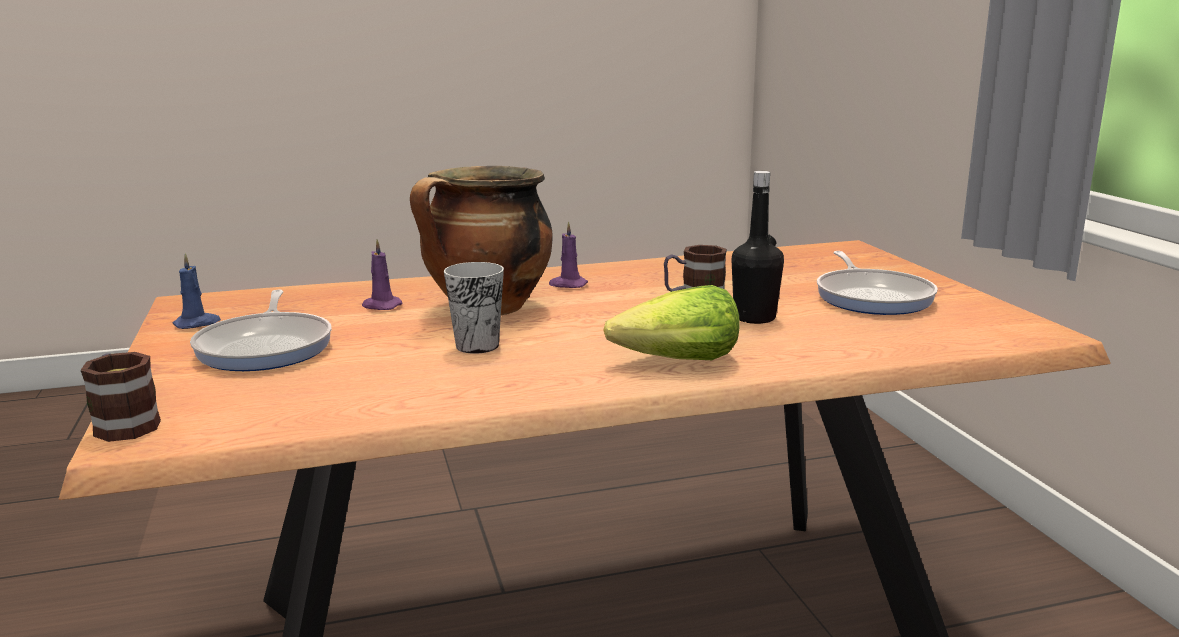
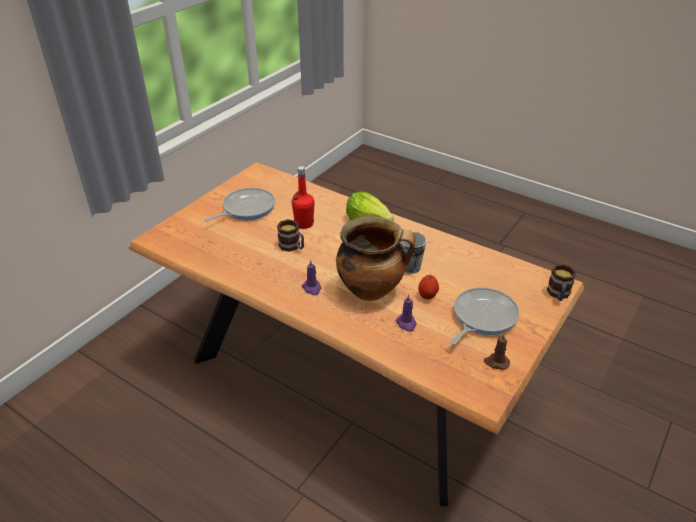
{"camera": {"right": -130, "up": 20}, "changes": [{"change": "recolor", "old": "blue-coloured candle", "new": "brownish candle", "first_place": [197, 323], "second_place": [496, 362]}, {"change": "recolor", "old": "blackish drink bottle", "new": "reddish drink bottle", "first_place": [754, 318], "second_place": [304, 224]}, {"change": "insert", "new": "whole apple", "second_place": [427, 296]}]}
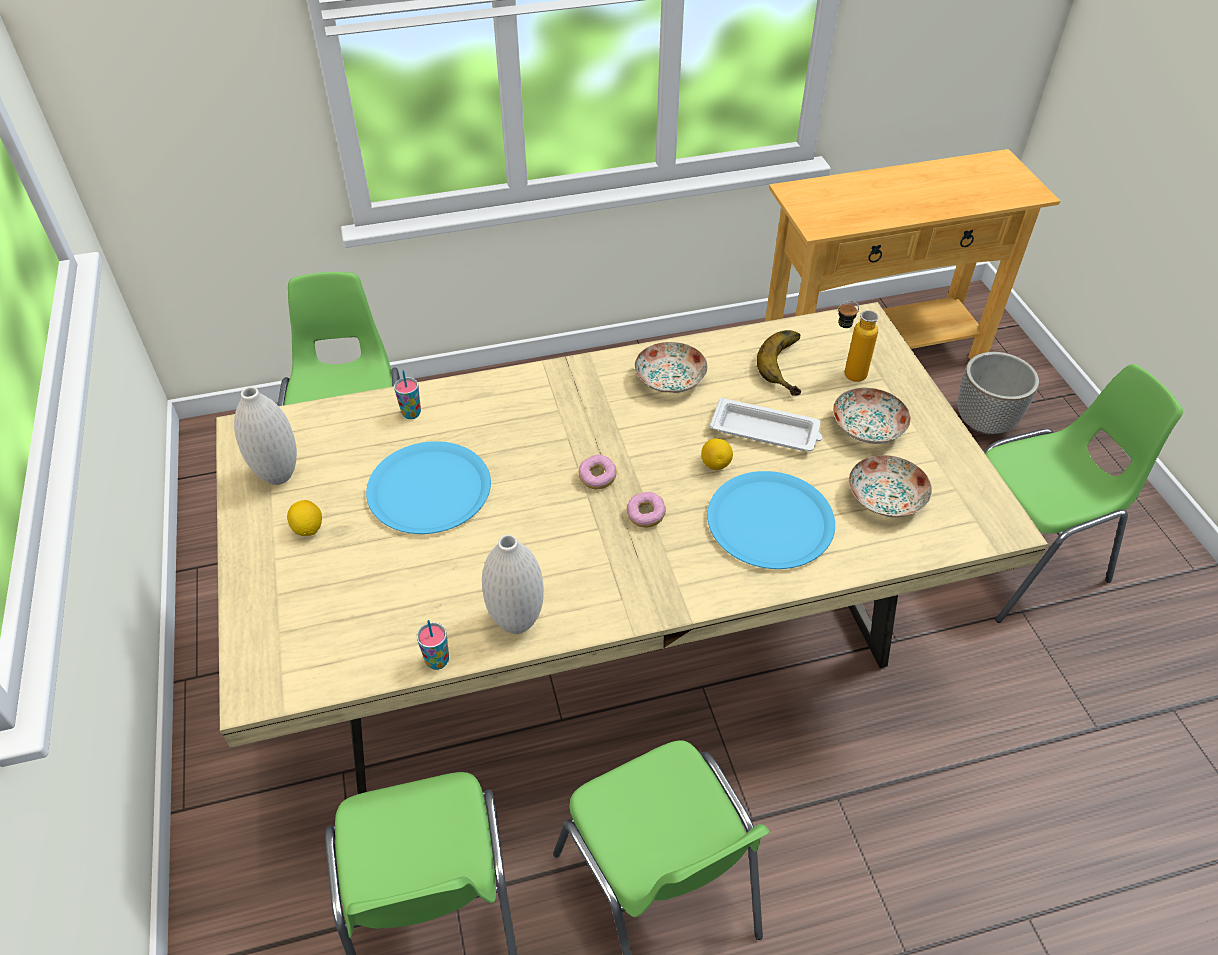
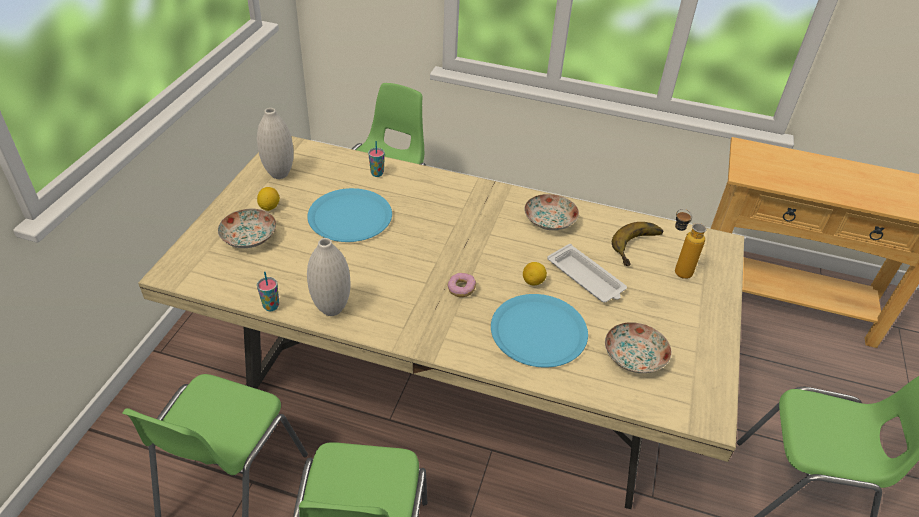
{"camera": {"right": 30, "up": -5}, "changes": [{"change": "delete", "old": "donut", "first_place": [597, 478]}, {"change": "move", "old": "dinner plate", "first_place": [869, 427], "second_place": [249, 238]}, {"change": "delete", "old": "flower pot", "first_place": [985, 422]}]}
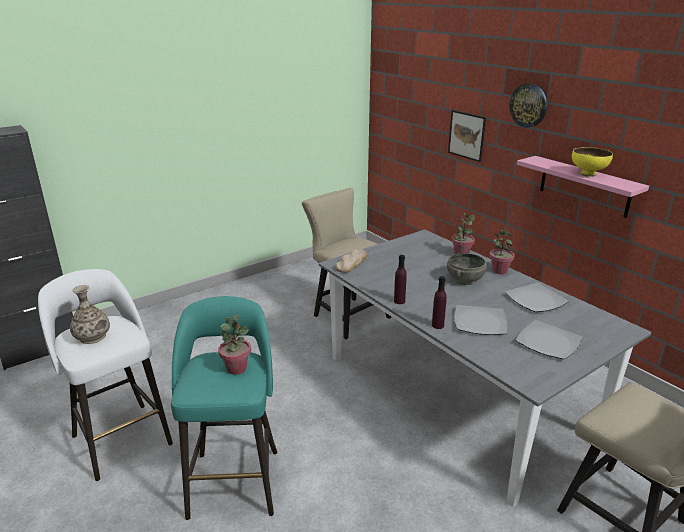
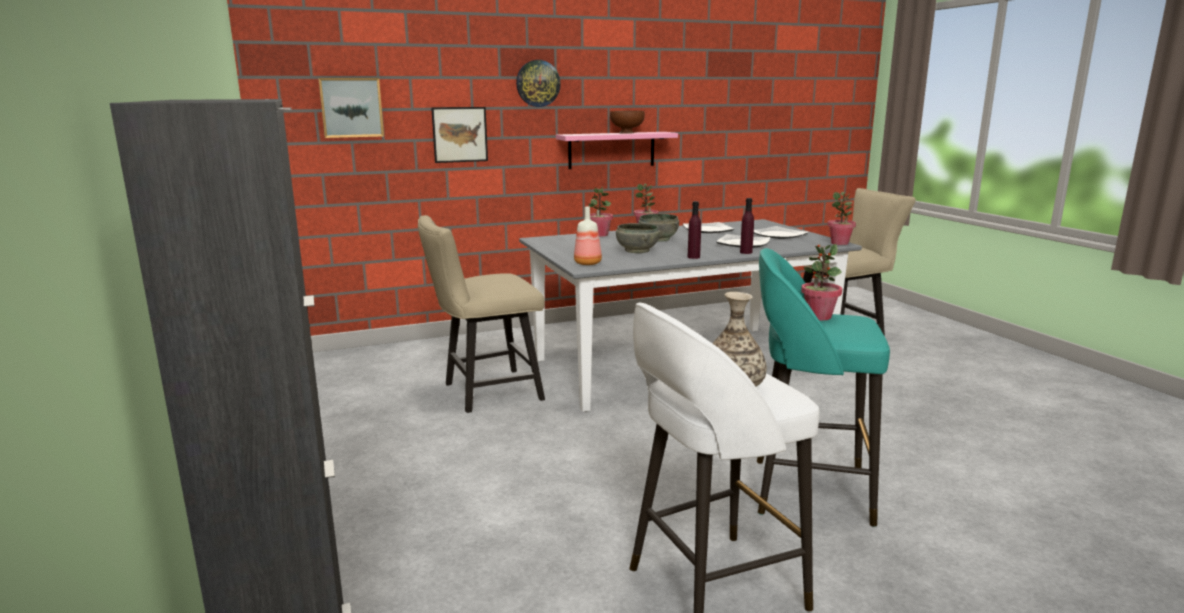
{"camera": {"right": -75, "up": -10}, "changes": [{"change": "replace", "old": "baked bread", "new": "drink bottle", "first_place": [351, 263], "second_place": [588, 263]}, {"change": "recolor", "old": "yellow-coloured deep dish", "new": "brownish deep dish", "first_place": [588, 174], "second_place": [627, 133]}, {"change": "insert", "new": "wall picture", "second_place": [351, 107]}, {"change": "insert", "new": "gray deep dish", "second_place": [636, 250]}, {"change": "insert", "new": "plant in a pot", "second_place": [839, 243]}]}
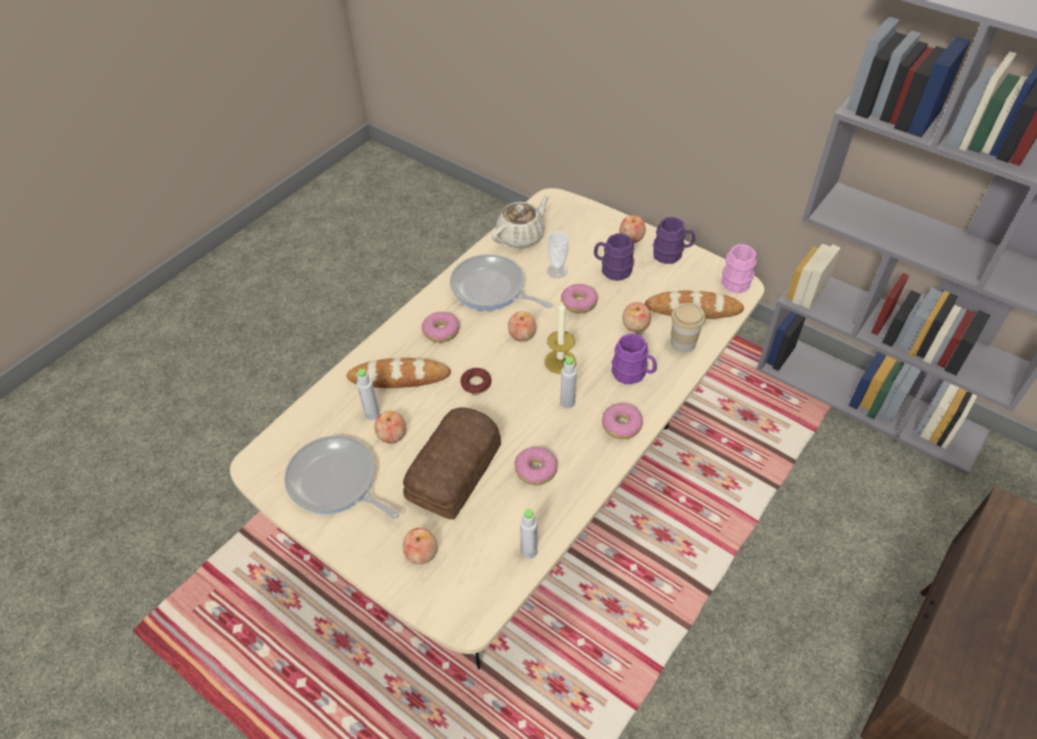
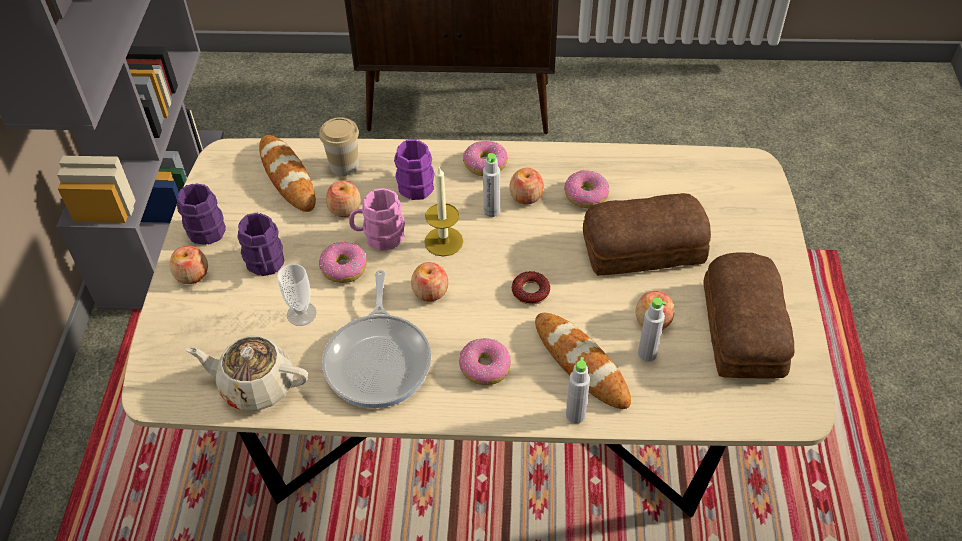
{"camera": {"right": -125, "up": 0}, "changes": [{"change": "replace", "old": "pan", "new": "baked bread", "first_place": [336, 483], "second_place": [744, 328]}, {"change": "move", "old": "whole apple", "first_place": [421, 553], "second_place": [526, 196]}, {"change": "move", "old": "gray drink bottle", "first_place": [529, 551], "second_place": [575, 415]}, {"change": "move", "old": "pinkish tea mug", "first_place": [737, 279], "second_place": [379, 237]}]}
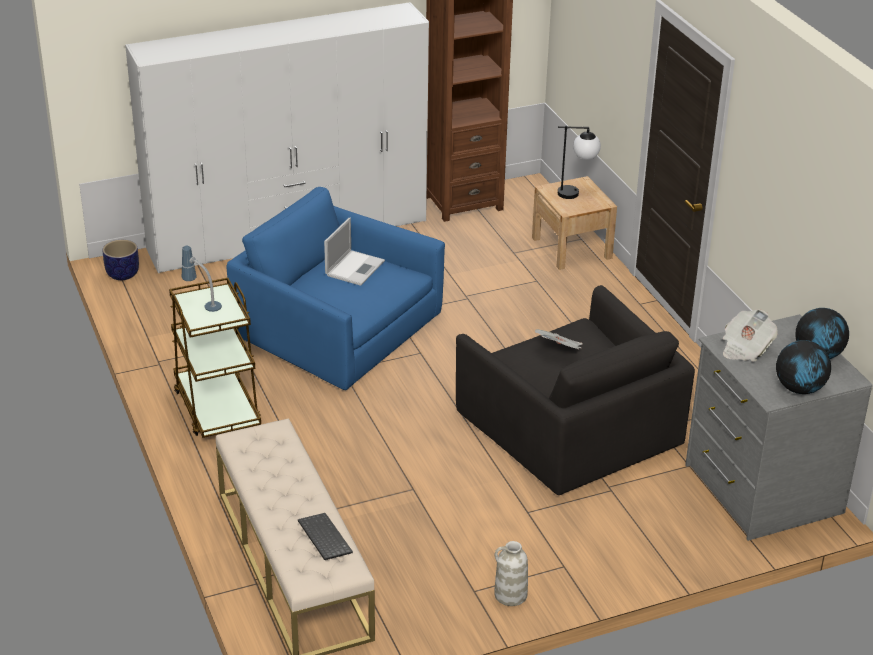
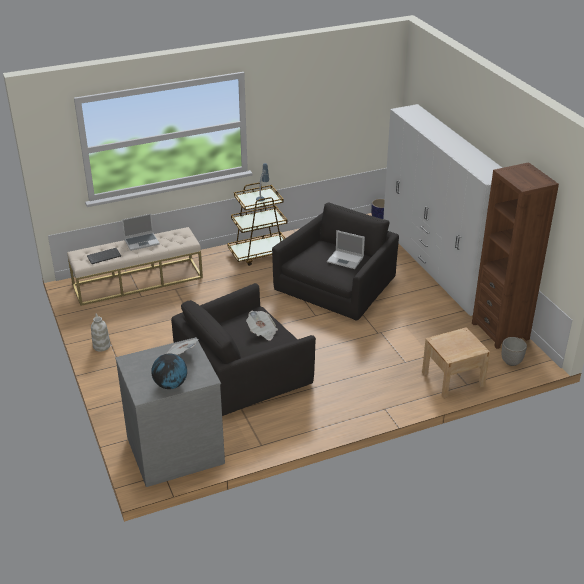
{"camera": {"right": 90, "up": 0}, "changes": [{"change": "recolor", "old": "blue-coloured lounge chair", "new": "blackish lounge chair", "first_place": [336, 328], "second_place": [337, 286]}, {"change": "delete", "old": "tabletop lamp", "first_place": [577, 193]}, {"change": "delete", "old": "desk globe", "first_place": [799, 388]}, {"change": "insert", "new": "notebook computer", "second_place": [142, 242]}, {"change": "insert", "new": "flower pot", "second_place": [511, 362]}]}
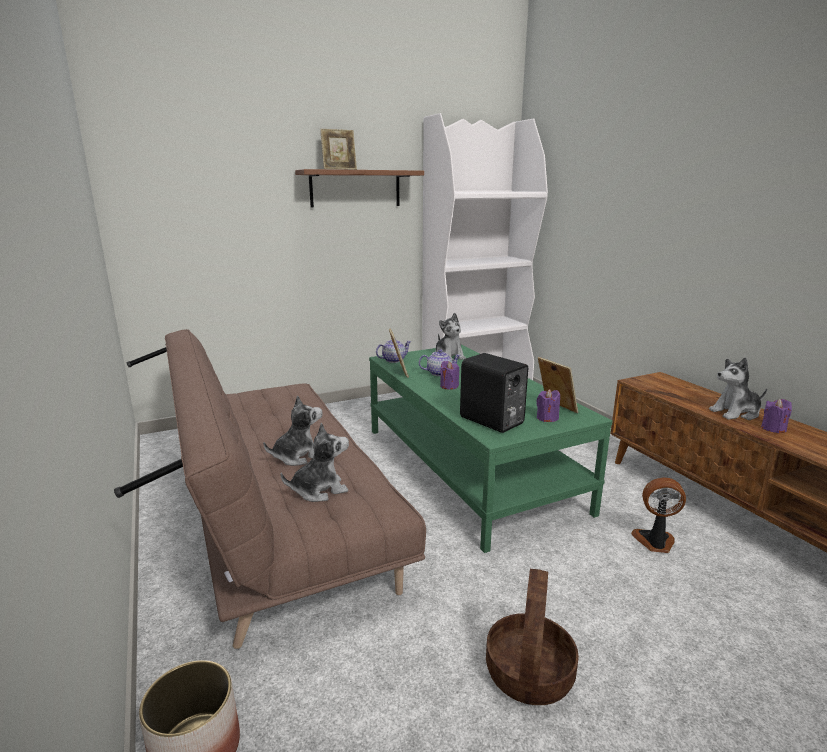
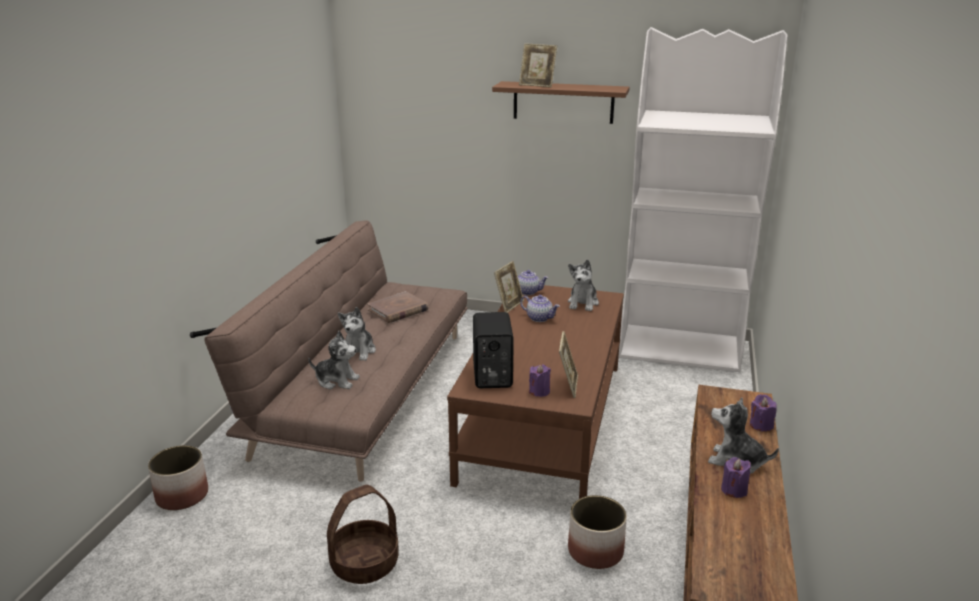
{"camera": {"right": 40, "up": 5}, "changes": [{"change": "rotate", "old": "soft toy", "first_place": [297, 456], "second_place": [359, 352], "degrees": 90}, {"change": "recolor", "old": "green coffee table", "new": "brownish coffee table", "first_place": [468, 467], "second_place": [544, 420]}, {"change": "move", "old": "purple-coloured candle", "first_place": [449, 386], "second_place": [761, 425]}, {"change": "replace", "old": "cooling fan", "new": "flower pot", "first_place": [655, 542], "second_place": [595, 551]}, {"change": "insert", "new": "brownish volume", "second_place": [398, 310]}]}
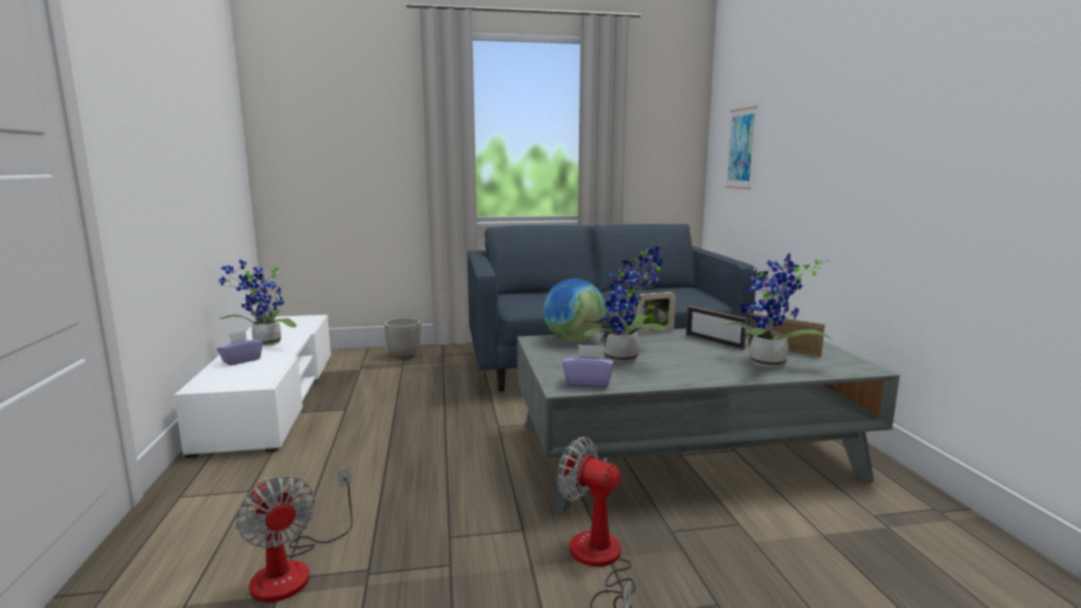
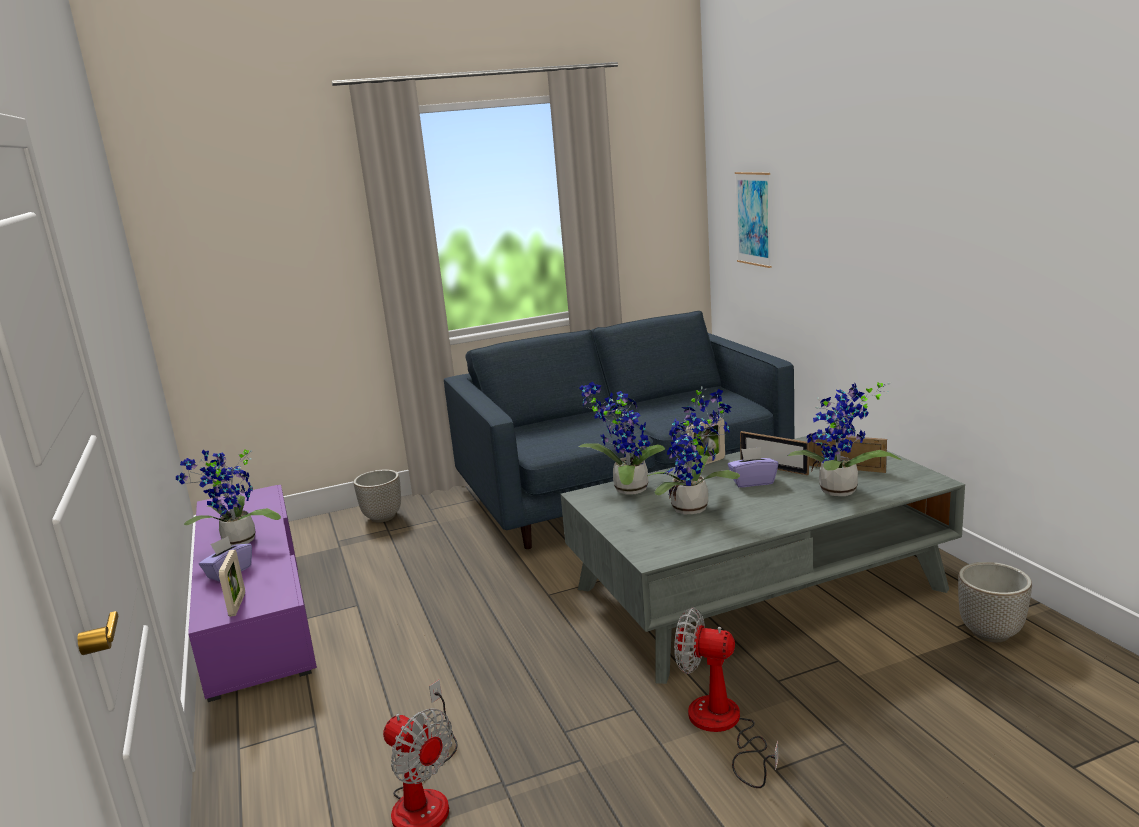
{"camera": {"right": -10, "up": 5}, "changes": [{"change": "recolor", "old": "white-coloured media console", "new": "purple-coloured media console", "first_place": [272, 398], "second_place": [256, 605]}, {"change": "replace", "old": "desk globe", "new": "plant in a pot", "first_place": [574, 340], "second_place": [626, 489]}, {"change": "move", "old": "purple-coloured box of tissues", "first_place": [587, 383], "second_place": [752, 482]}, {"change": "insert", "new": "picture frame", "second_place": [237, 605]}, {"change": "insert", "new": "flower pot", "second_place": [991, 633]}]}
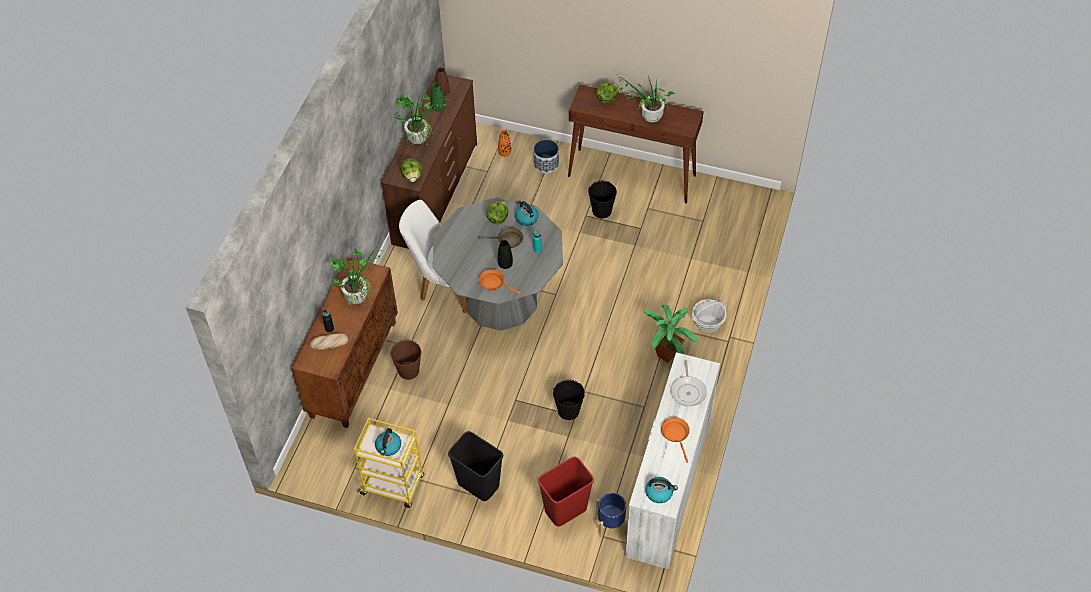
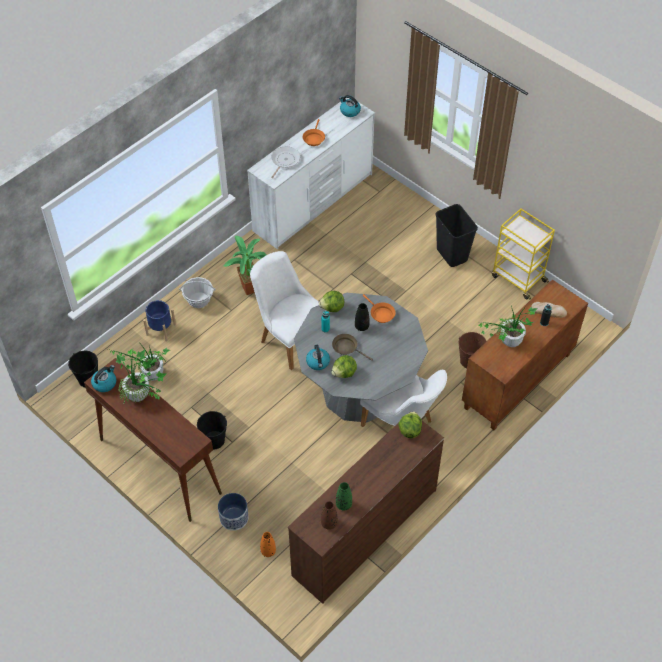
{"camera": {"right": -155, "up": 0}, "changes": [{"change": "move", "old": "kettle", "first_place": [388, 447], "second_place": [105, 383]}, {"change": "move", "old": "plant in a pot", "first_place": [421, 137], "second_place": [149, 376]}, {"change": "delete", "old": "reddish trash can", "first_place": [565, 510]}, {"change": "move", "old": "blackish bucket", "first_place": [568, 411], "second_place": [88, 379]}, {"change": "move", "old": "lettuce", "first_place": [607, 99], "second_place": [332, 308]}, {"change": "move", "old": "blue-coloured flower pot", "first_place": [611, 523], "second_place": [161, 329]}, {"change": "insert", "new": "white-coloured chair", "second_place": [289, 337]}]}
